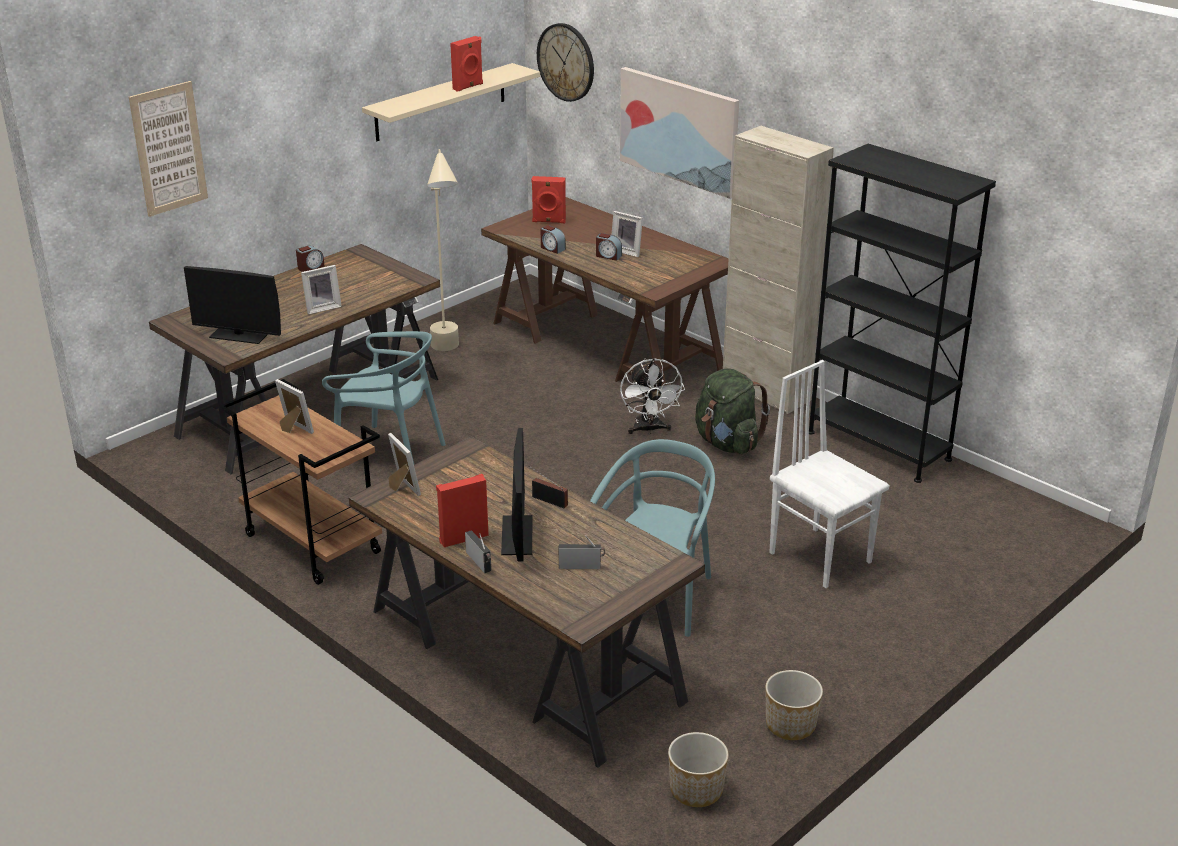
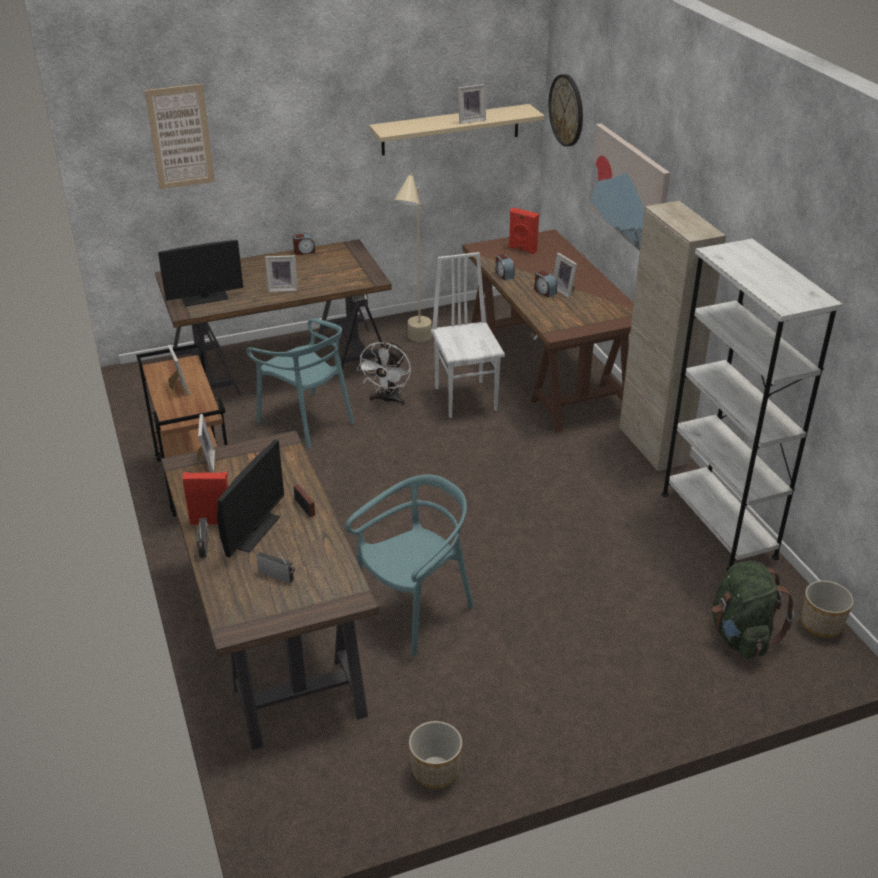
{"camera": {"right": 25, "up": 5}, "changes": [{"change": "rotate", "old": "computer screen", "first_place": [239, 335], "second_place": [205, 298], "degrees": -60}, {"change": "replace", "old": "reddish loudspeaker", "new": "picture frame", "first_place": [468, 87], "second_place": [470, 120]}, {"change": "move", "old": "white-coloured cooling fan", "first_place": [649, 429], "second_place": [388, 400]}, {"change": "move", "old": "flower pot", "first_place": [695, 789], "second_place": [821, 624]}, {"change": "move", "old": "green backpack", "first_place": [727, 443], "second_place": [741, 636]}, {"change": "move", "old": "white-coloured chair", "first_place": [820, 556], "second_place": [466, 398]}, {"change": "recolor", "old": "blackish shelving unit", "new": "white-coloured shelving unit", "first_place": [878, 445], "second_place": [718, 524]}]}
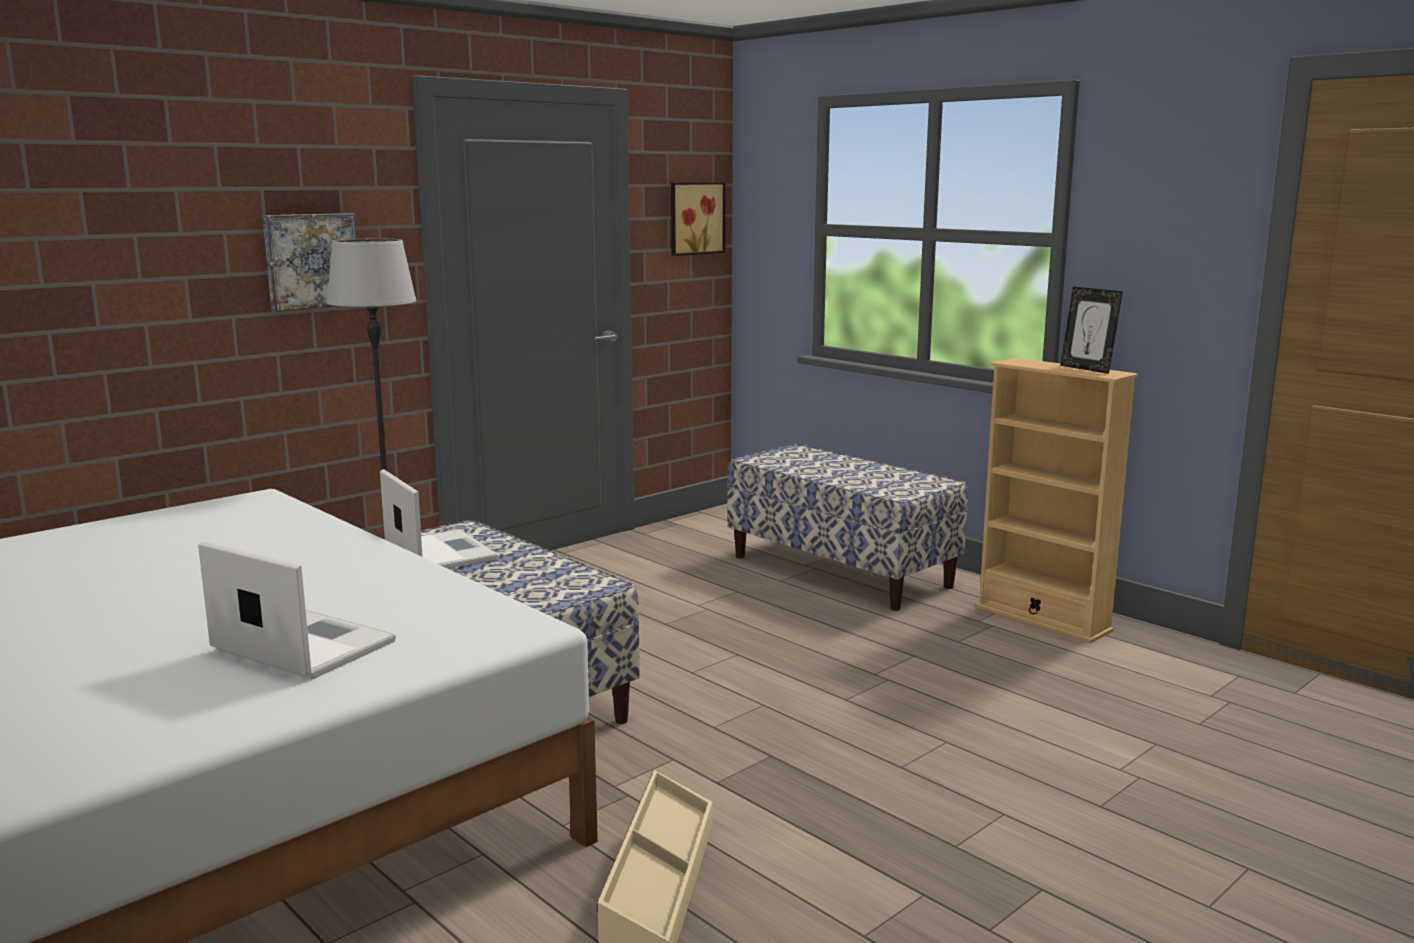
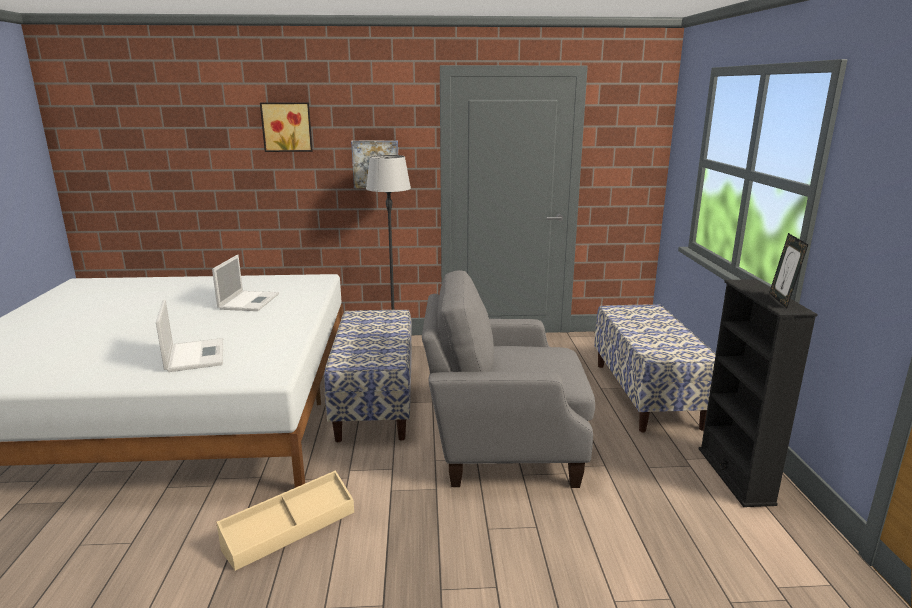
{"camera": {"right": 40, "up": 5}, "changes": [{"change": "move", "old": "notebook computer", "first_place": [439, 552], "second_place": [249, 301]}, {"change": "move", "old": "wall picture", "first_place": [695, 218], "second_place": [287, 127]}, {"change": "recolor", "old": "sand-coloured shelving unit", "new": "blackish shelving unit", "first_place": [1042, 619], "second_place": [735, 475]}, {"change": "insert", "new": "gray lounge chair", "second_place": [503, 445]}]}
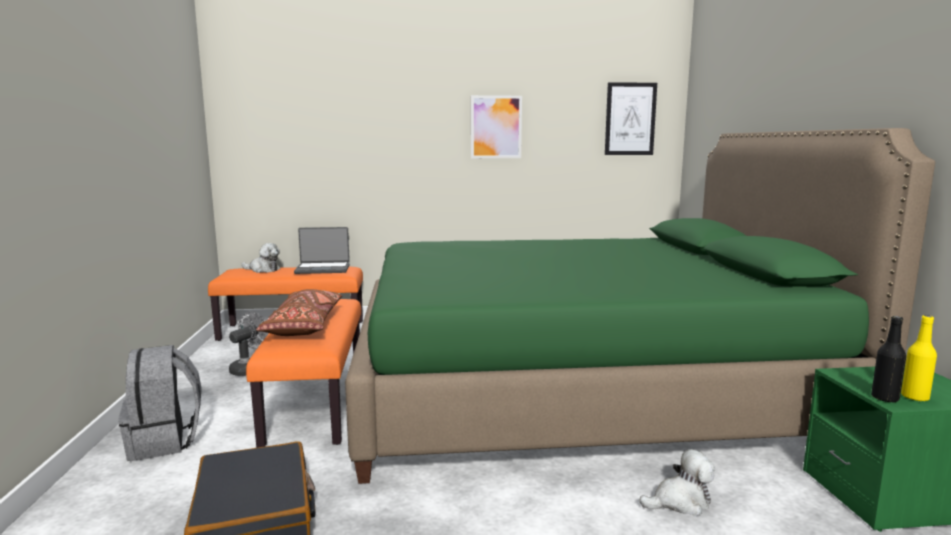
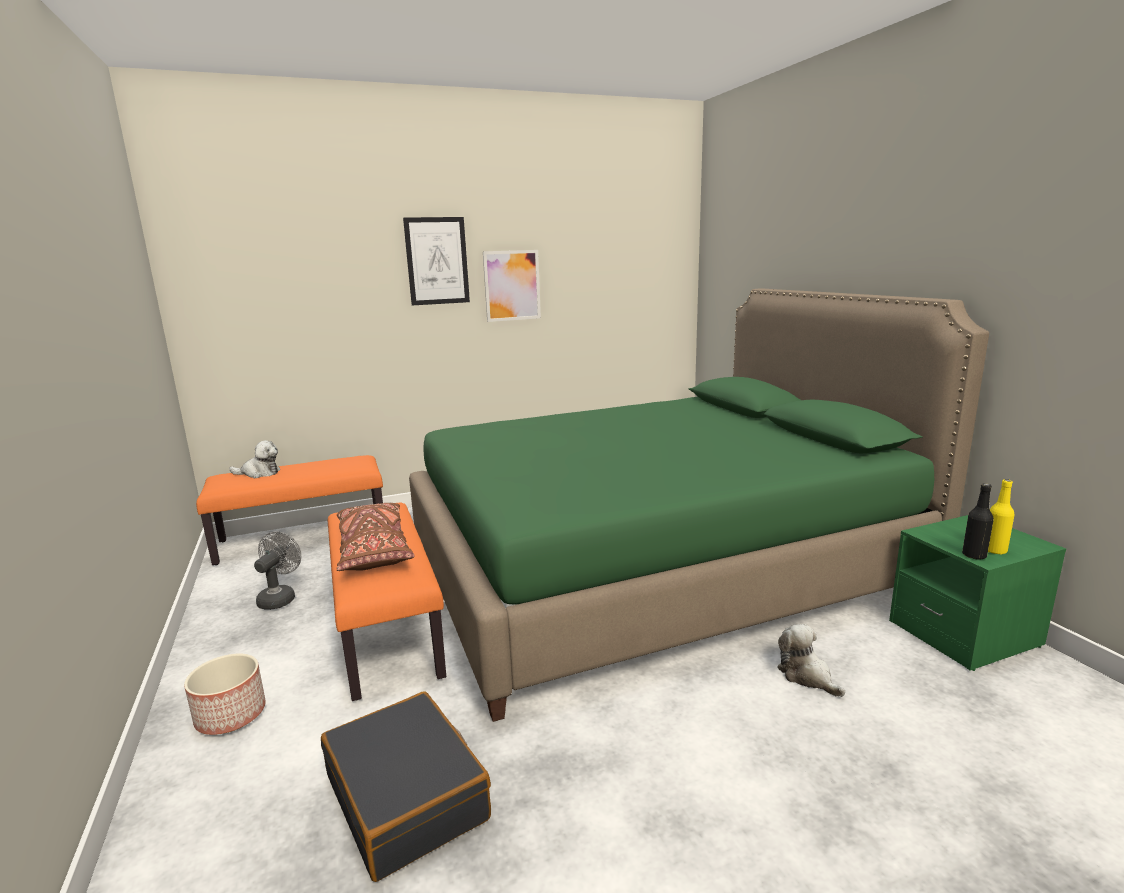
{"camera": {"right": -15, "up": 5}, "changes": [{"change": "replace", "old": "gray backpack", "new": "flower pot", "first_place": [165, 442], "second_place": [232, 715]}, {"change": "delete", "old": "notebook computer", "first_place": [323, 269]}, {"change": "move", "old": "wall picture", "first_place": [630, 119], "second_place": [437, 261]}, {"change": "rotate", "old": "soft toy", "first_place": [680, 502], "second_place": [807, 676], "degrees": -90}]}
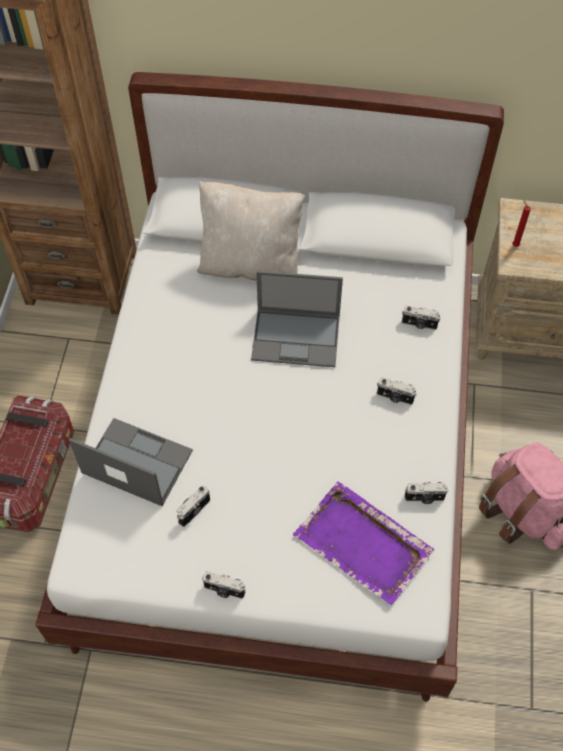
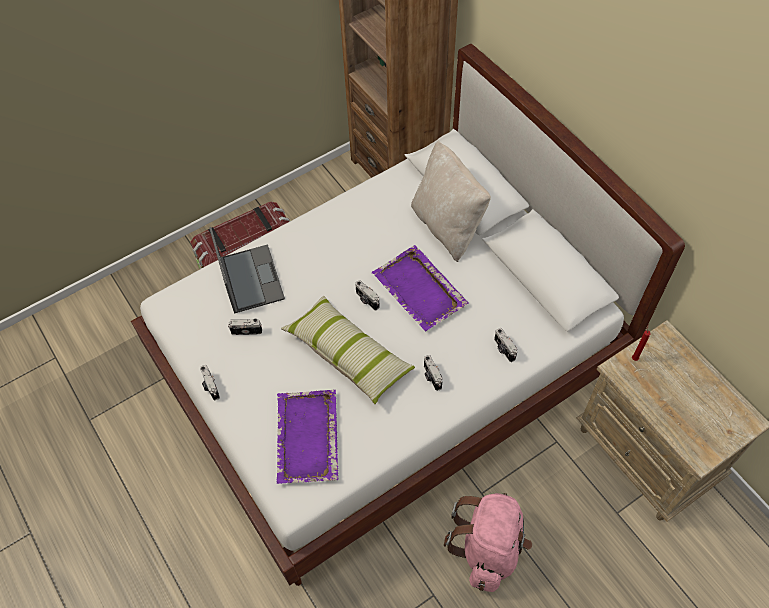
{"camera": {"right": 50, "up": 0}, "changes": [{"change": "replace", "old": "notebook computer", "new": "purple-coloured serving tray", "first_place": [297, 337], "second_place": [420, 290]}, {"change": "move", "old": "photo camera", "first_place": [424, 498], "second_place": [366, 300]}, {"change": "insert", "new": "pillow", "second_place": [348, 355]}]}
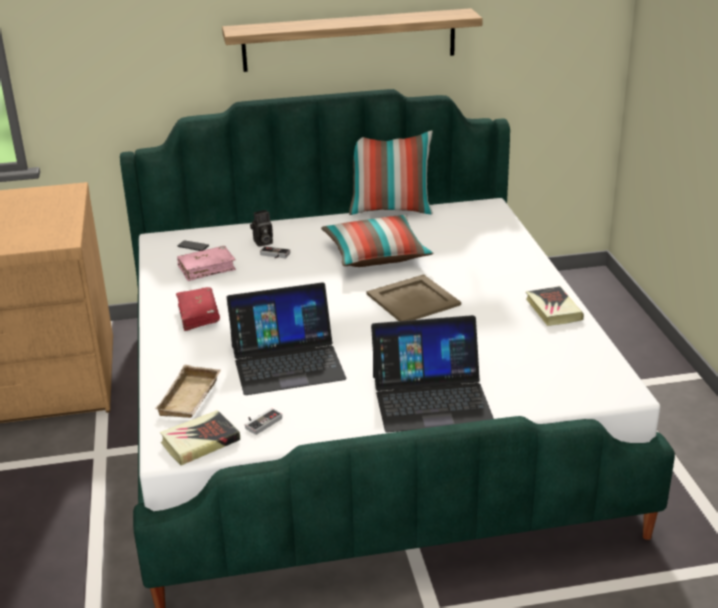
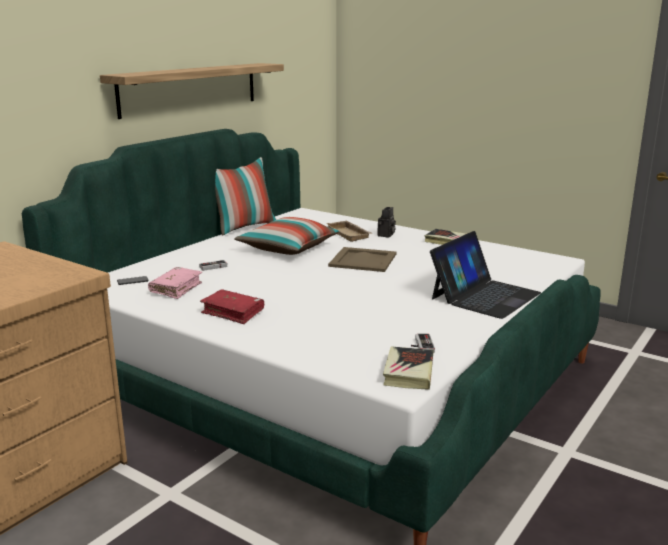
{"camera": {"right": -45, "up": -10}, "changes": [{"change": "move", "old": "sand-coloured serving tray", "first_place": [191, 398], "second_place": [350, 234]}, {"change": "delete", "old": "notebook computer", "first_place": [287, 362]}, {"change": "move", "old": "photo camera", "first_place": [262, 243], "second_place": [386, 235]}]}
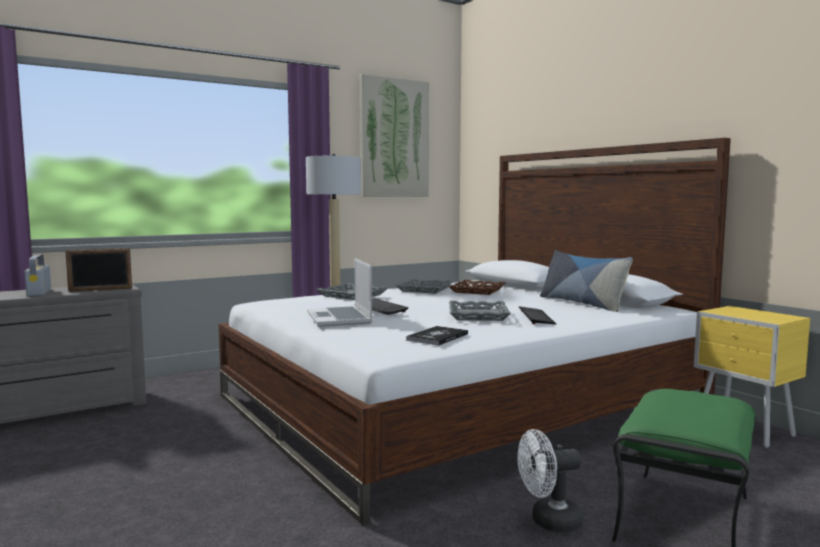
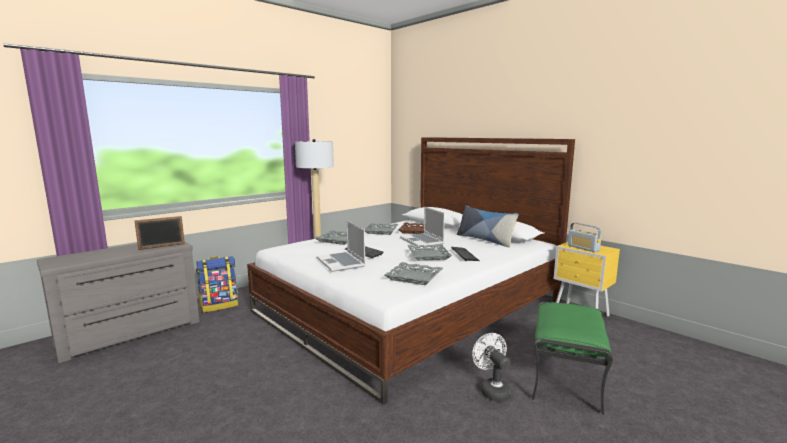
{"camera": {"right": -10, "up": 5}, "changes": [{"change": "move", "old": "radio receiver", "first_place": [39, 292], "second_place": [583, 248]}, {"change": "delete", "old": "wall picture", "first_place": [394, 138]}, {"change": "replace", "old": "volume", "new": "gray serving tray", "first_place": [437, 337], "second_place": [414, 277]}, {"change": "rotate", "old": "white-coloured cooling fan", "first_place": [549, 522], "second_place": [492, 390], "degrees": 90}, {"change": "insert", "new": "backpack", "second_place": [219, 305]}, {"change": "insert", "new": "notebook computer", "second_place": [422, 241]}]}
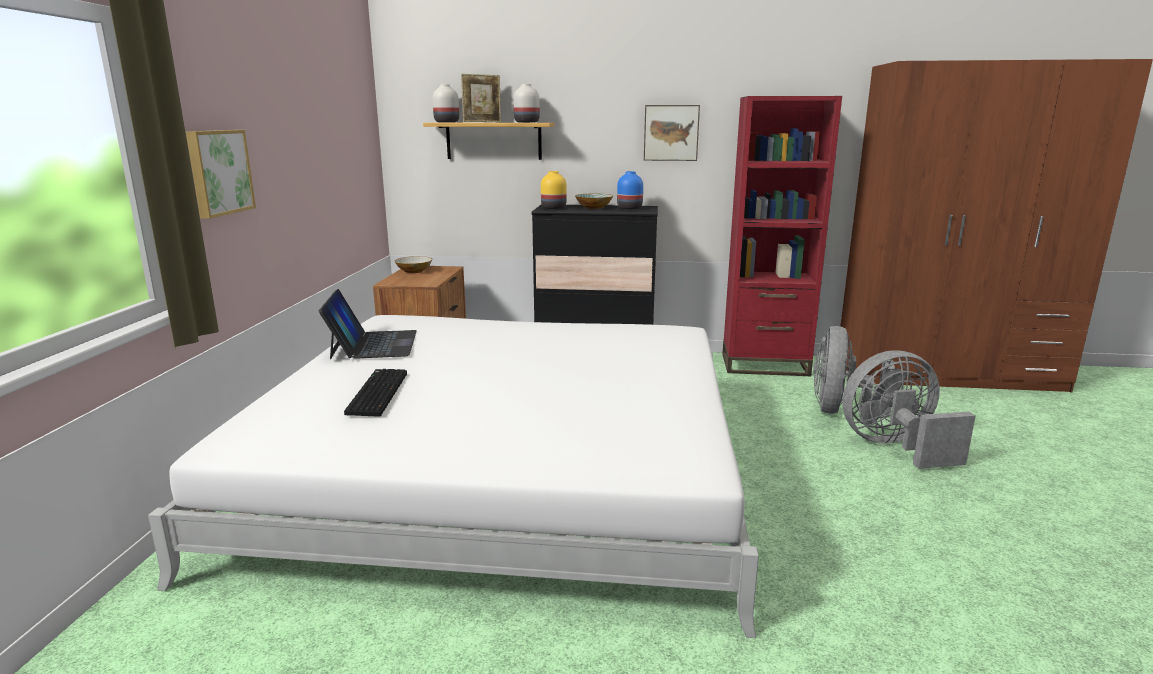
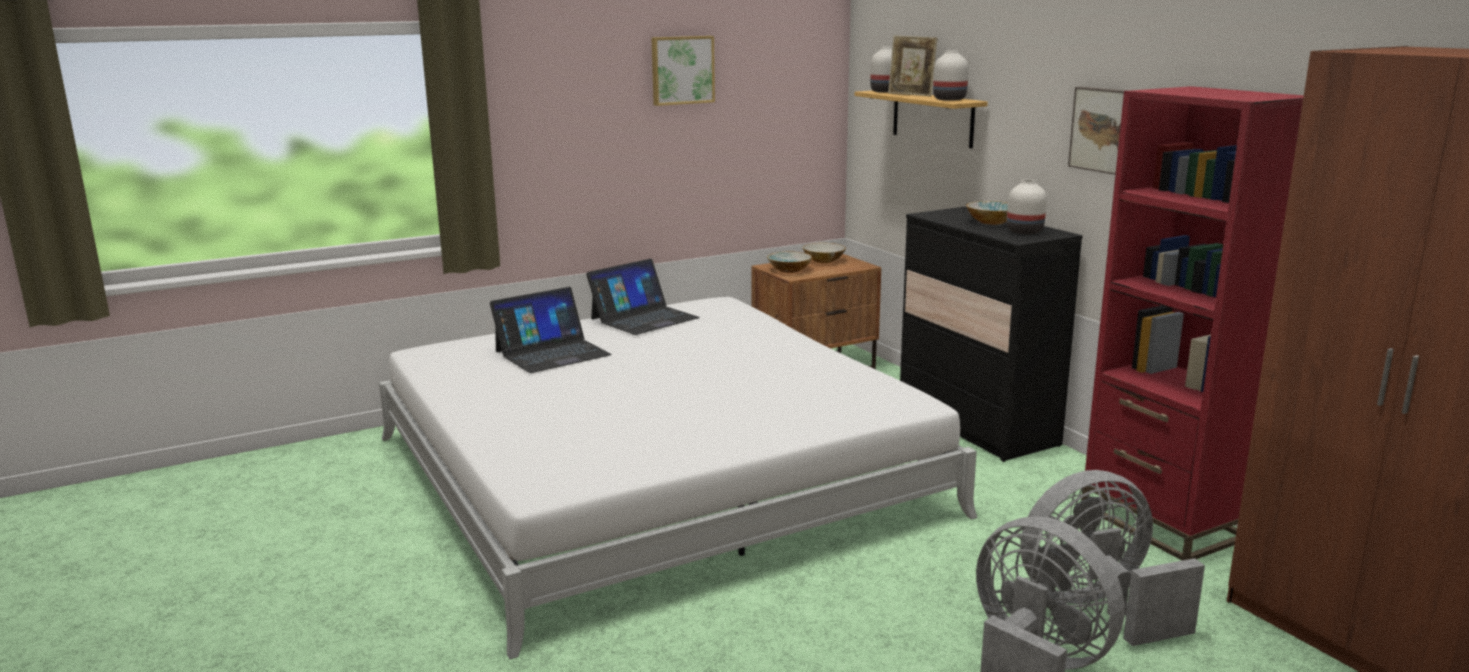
{"camera": {"right": 55, "up": 0}, "changes": [{"change": "move", "old": "wall picture", "first_place": [218, 172], "second_place": [682, 70]}, {"change": "replace", "old": "PC keyboard", "new": "notebook computer", "first_place": [376, 393], "second_place": [552, 353]}, {"change": "delete", "old": "yellow-coloured decorative vase", "first_place": [553, 208]}, {"change": "recolor", "old": "blue-coloured decorative vase", "new": "white-coloured decorative vase", "first_place": [629, 208], "second_place": [1024, 231]}, {"change": "insert", "new": "deep dish", "second_place": [789, 270]}]}
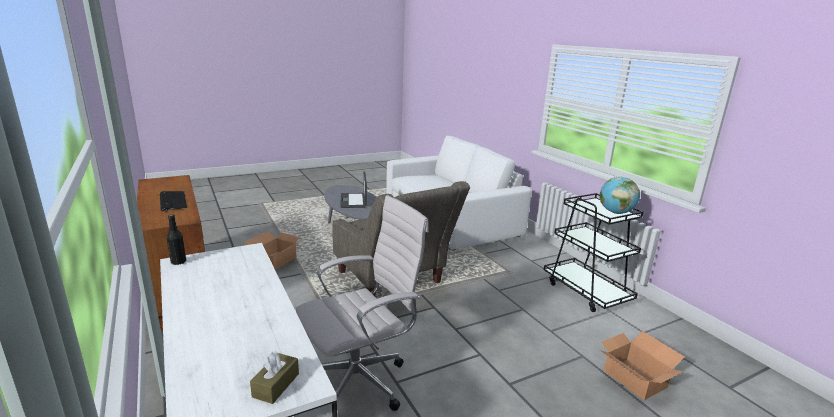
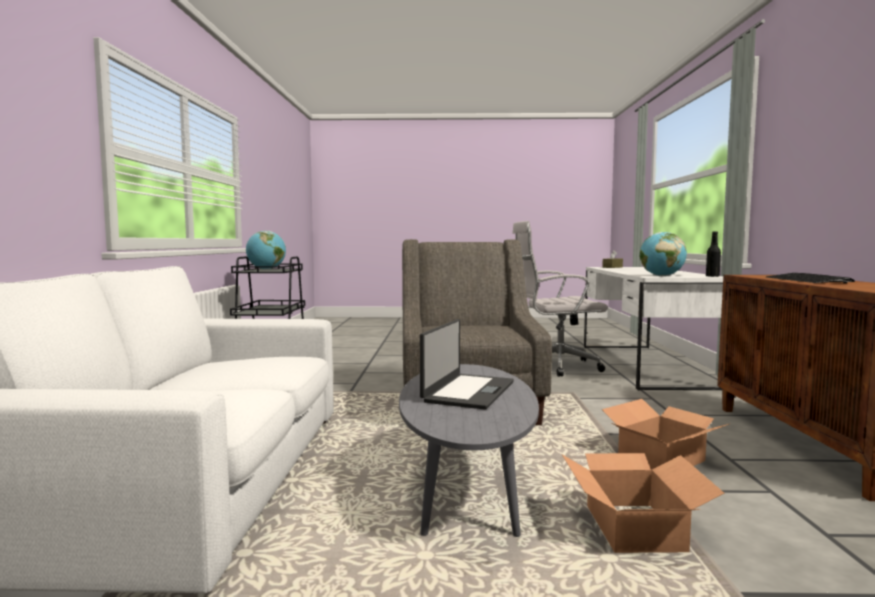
{"camera": {"right": -150, "up": -15}, "changes": [{"change": "move", "old": "carton", "first_place": [634, 378], "second_place": [633, 530]}, {"change": "insert", "new": "desk globe", "second_place": [661, 276]}]}
